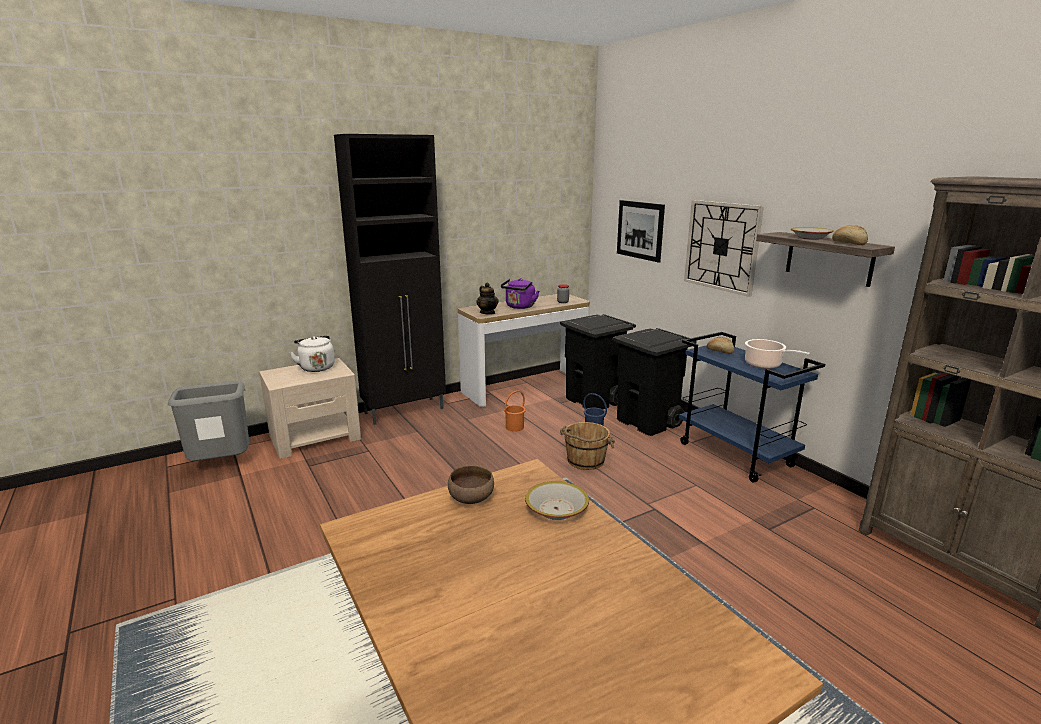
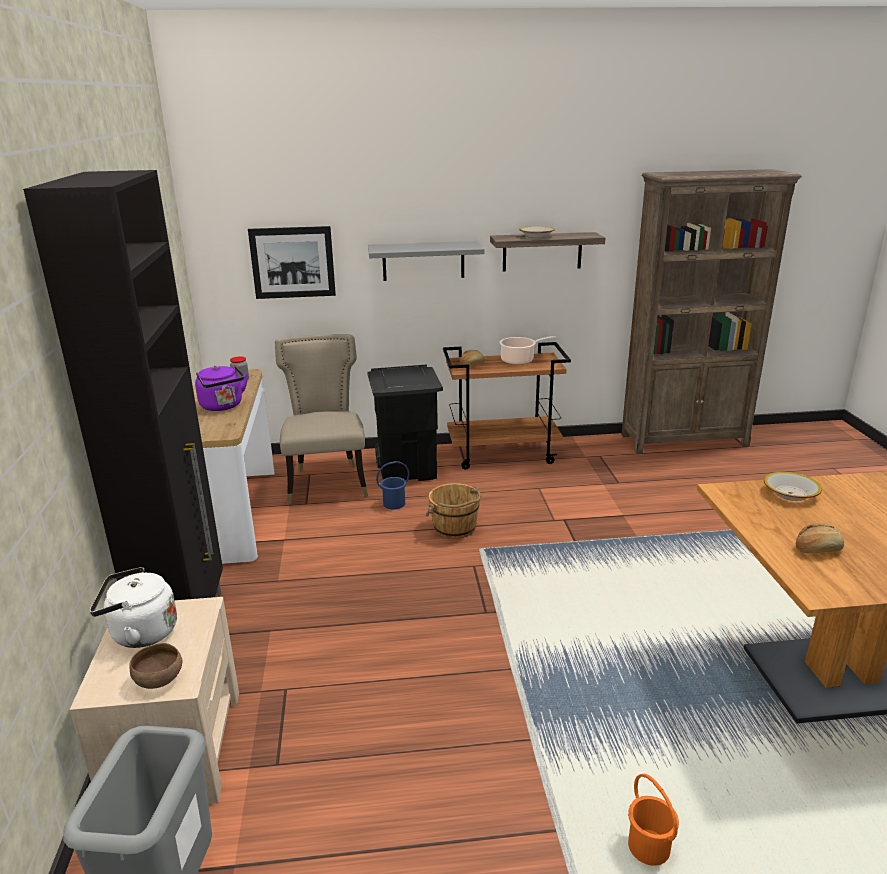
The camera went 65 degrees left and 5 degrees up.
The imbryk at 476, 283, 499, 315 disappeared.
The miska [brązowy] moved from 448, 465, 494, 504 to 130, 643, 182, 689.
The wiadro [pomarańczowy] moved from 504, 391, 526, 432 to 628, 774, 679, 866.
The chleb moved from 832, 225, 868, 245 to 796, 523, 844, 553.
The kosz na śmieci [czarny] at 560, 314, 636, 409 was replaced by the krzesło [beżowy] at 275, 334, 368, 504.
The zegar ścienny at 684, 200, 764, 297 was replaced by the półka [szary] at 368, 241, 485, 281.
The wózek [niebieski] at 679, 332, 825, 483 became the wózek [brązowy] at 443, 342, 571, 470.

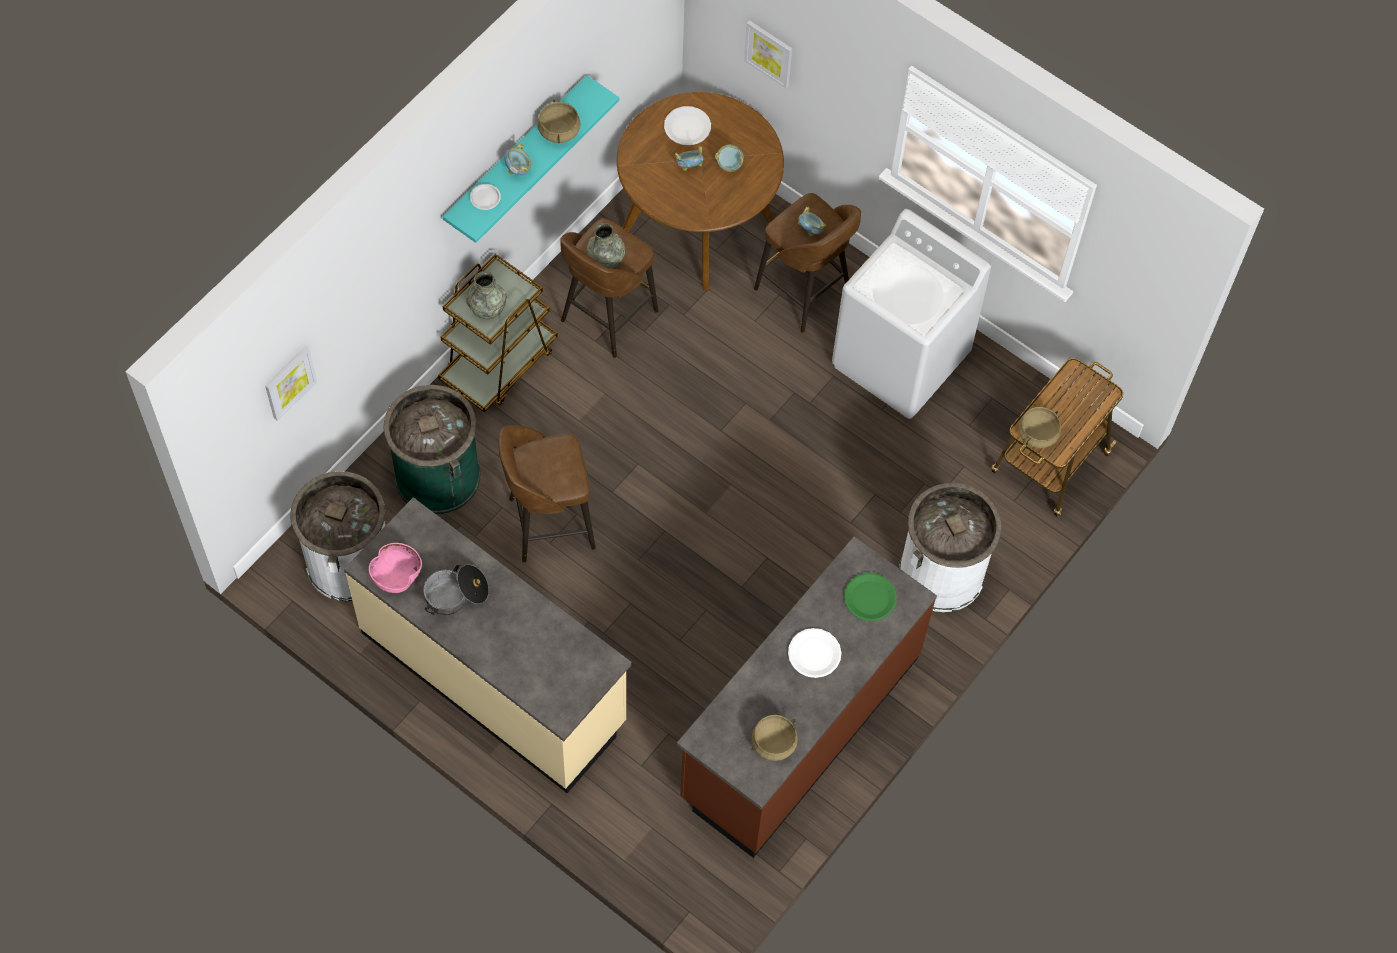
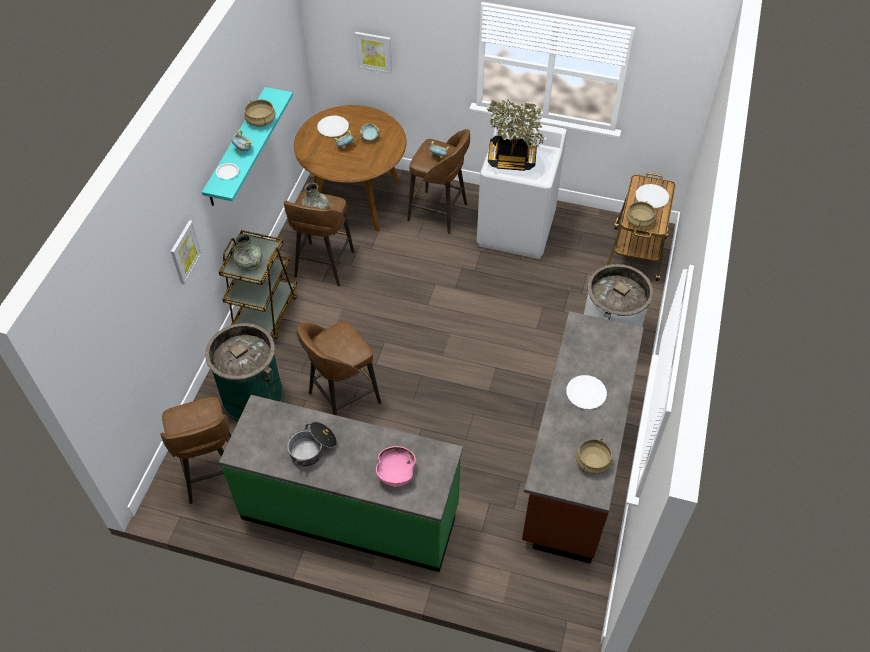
The camera went 20 degrees left and 10 degrees down.
The talerz [zielony] at 844, 573, 897, 621 disappeared.
The roślina doniczkowa at 487, 99, 544, 171 appeared.
The talerz [biały] at 636, 184, 669, 208 appeared.
The obraz moved from 265, 346, 317, 421 to 171, 220, 202, 285.
The miska [różowy] moved from 369, 543, 422, 593 to 376, 446, 416, 487.
The kosz na śmieci [biały] at 290, 471, 385, 601 was replaced by the stołek [brązowy] at 160, 397, 231, 504.
The zabudowa kuchenna [beżowy] at 344, 497, 632, 793 became the zabudowa kuchenna [zielony] at 219, 395, 463, 572.

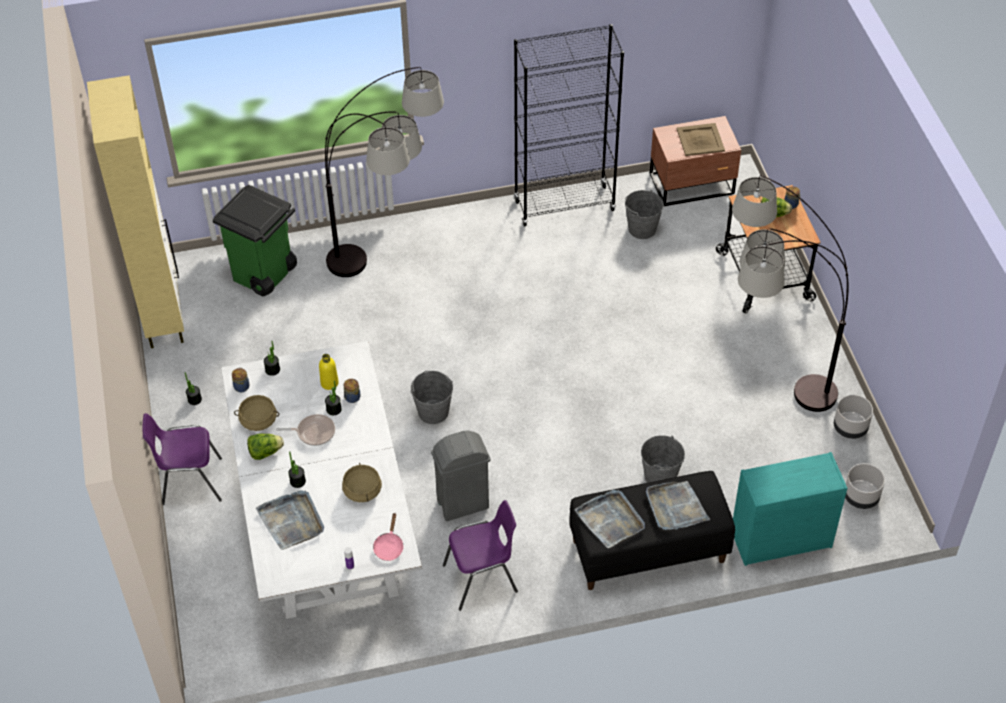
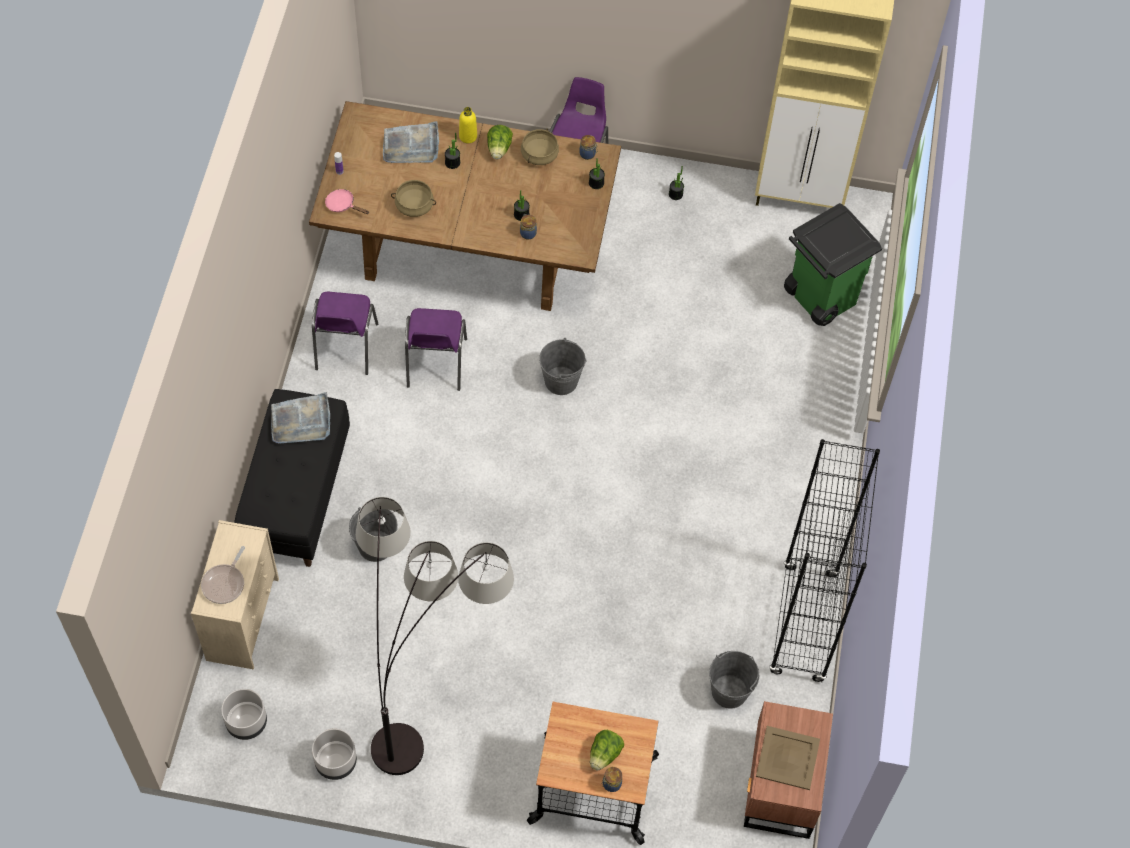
The camera went 110 degrees right and 10 degrees up.
The lampa stojąca at 325, 67, 444, 277 disappeared.
The taca [szary] at 646, 481, 710, 530 disappeared.
The patelnia moved from 276, 414, 335, 446 to 201, 546, 245, 604.
The butelka [żółty] moved from 319, 354, 339, 390 to 459, 107, 477, 143.
The kosz na śmieci [szary] at 431, 431, 490, 521 was replaced by the krzesło [fioletowy] at 405, 308, 467, 391.
The stół jadalny [biały] at 221, 341, 422, 619 became the stół jadalny [brązowy] at 309, 101, 621, 311.
The komoda [turkusowy] at 733, 452, 847, 566 became the komoda [beżowy] at 191, 520, 279, 669.

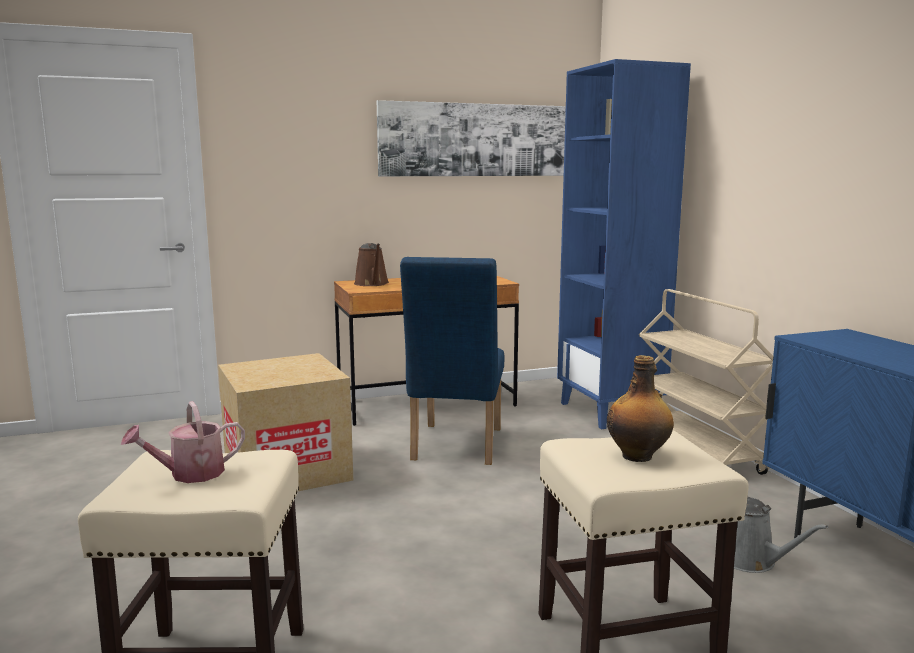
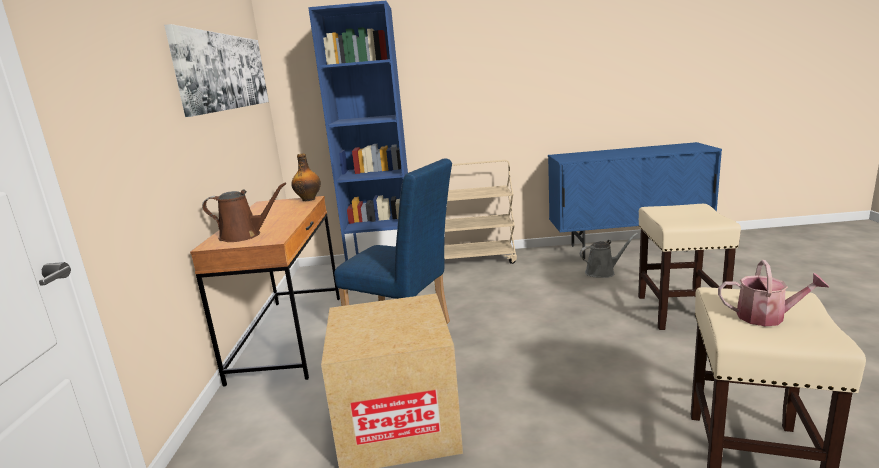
The camera went 70 degrees left and 5 degrees up.
The butelka moved from 607, 355, 674, 462 to 291, 153, 321, 201.
The konewka at 121, 401, 245, 483 turned 60 degrees counterclockwise.

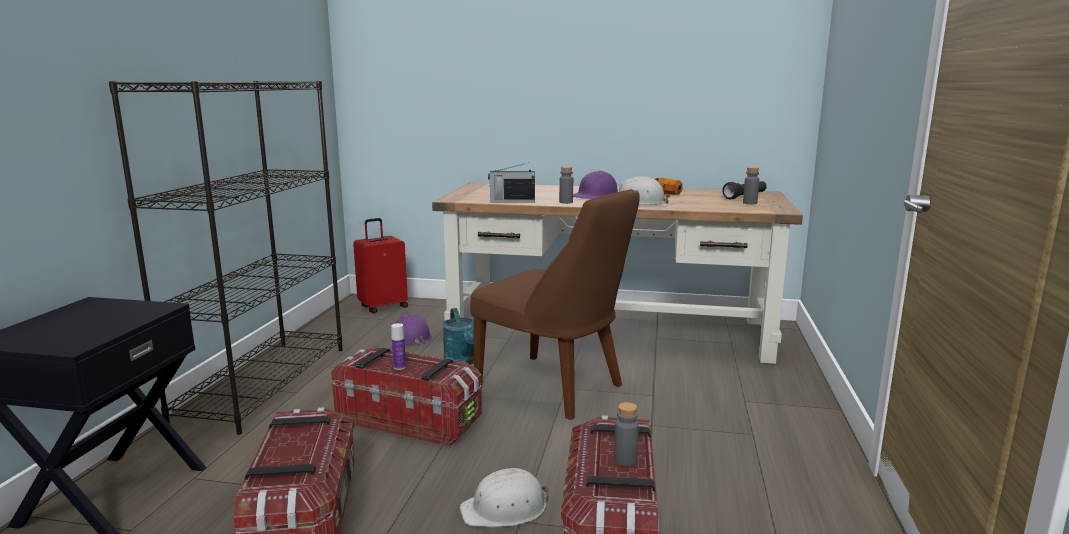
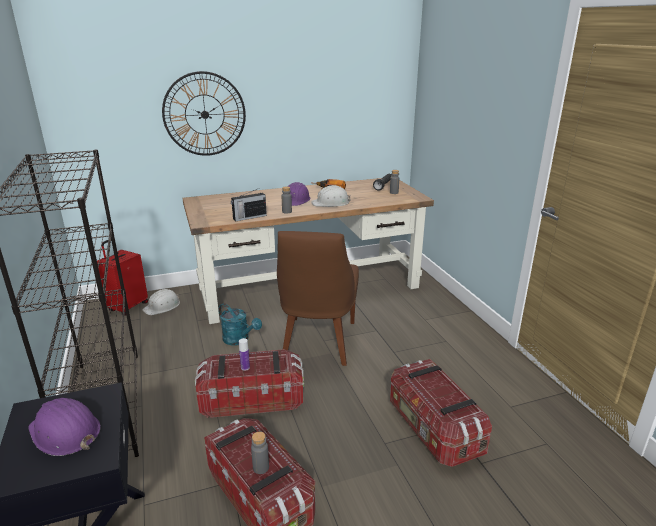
The camera went 30 degrees left and 10 degrees up.
The zegar ścienny at 162, 71, 246, 156 appeared.
The kask [fioletowy] moved from 396, 313, 432, 346 to 28, 398, 101, 456.
The kask [biały] moved from 460, 468, 549, 527 to 142, 289, 180, 315.
The butelka [szary] moved from 614, 402, 639, 466 to 251, 432, 269, 474.
The krzesło [brązowy] at 470, 189, 640, 420 turned 90 degrees clockwise.

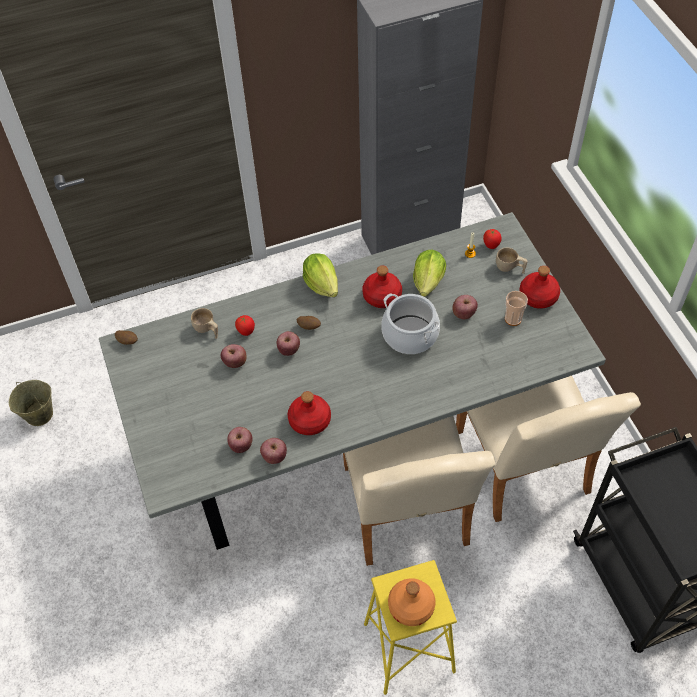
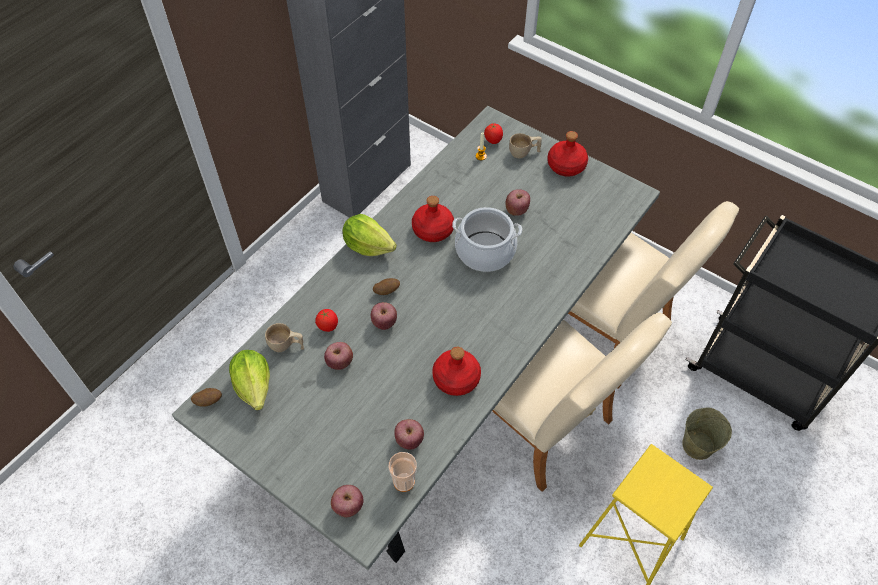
The camera went 35 degrees left and 0 degrees up.
The butelka [pomarańczowy] at 388, 578, 435, 626 disappeared.
The wiadro [beżowy] moved from 9, 380, 53, 426 to 682, 407, 732, 460.
The jabłko moved from 260, 438, 287, 464 to 331, 485, 363, 517.
The sałata moved from 413, 249, 446, 297 to 229, 350, 270, 410.
The filiżanka moved from 505, 291, 528, 326 to 388, 452, 417, 492.

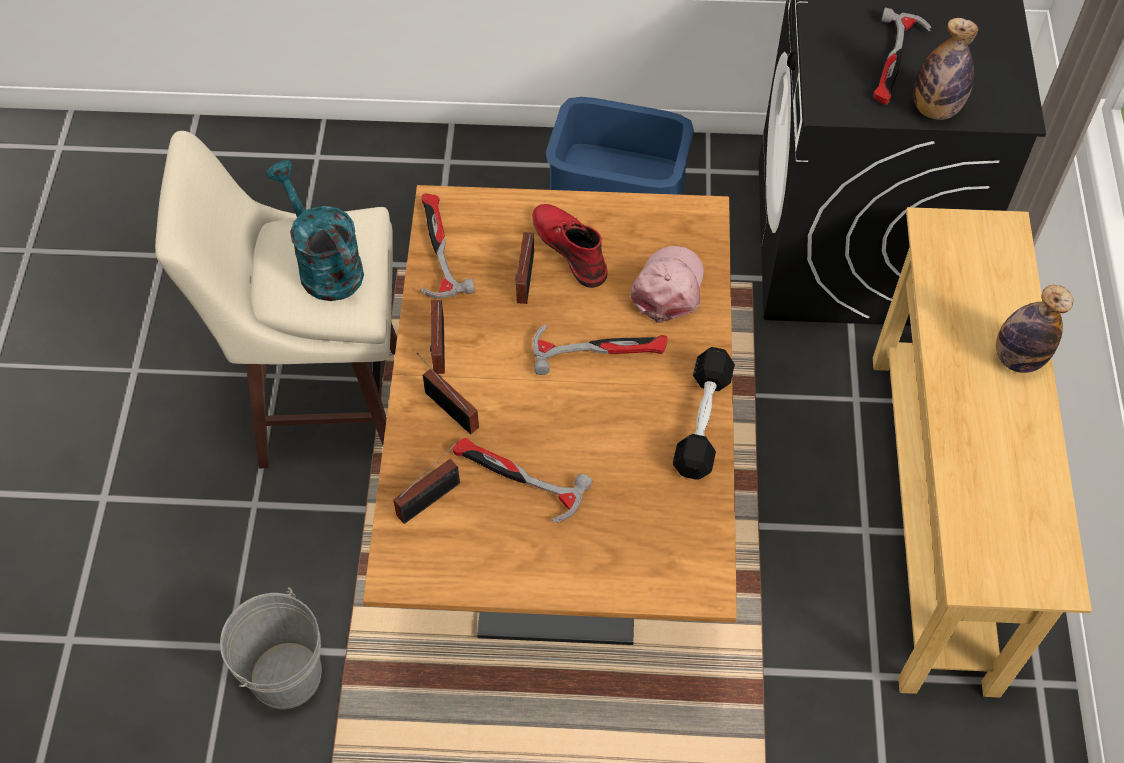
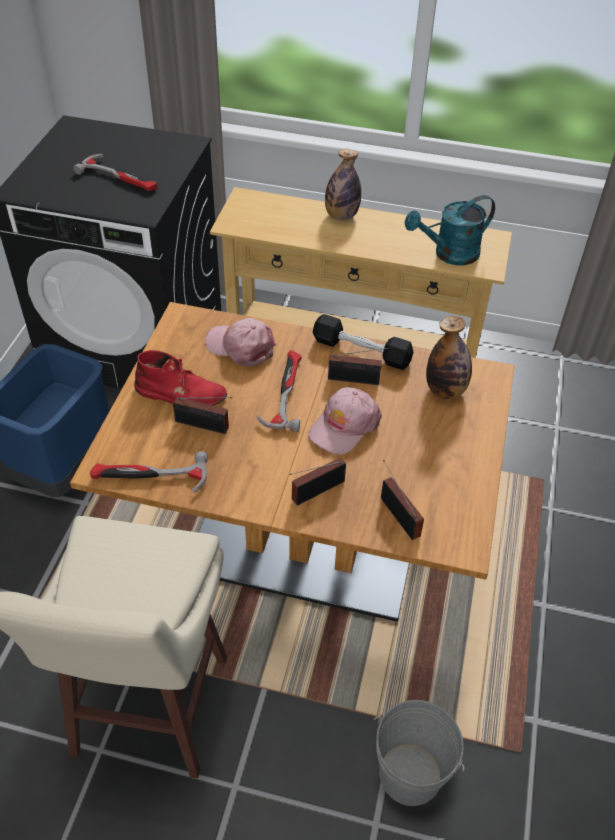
The camera went 80 degrees left and 10 degrees down.
The młotek at 453, 438, 593, 523 disappeared.
The czapka z daszkiem [różowy] at 308, 387, 382, 455 appeared.
The konewka [turkusowy] moved from 266, 160, 364, 301 to 405, 195, 495, 265.
The radio moved from 430, 300, 445, 374 to 328, 348, 390, 385.
The butelka moved from 913, 18, 978, 120 to 426, 316, 472, 399.
The but z cholewką [czerwony] at 532, 204, 608, 288 turned 150 degrees counterclockwise.

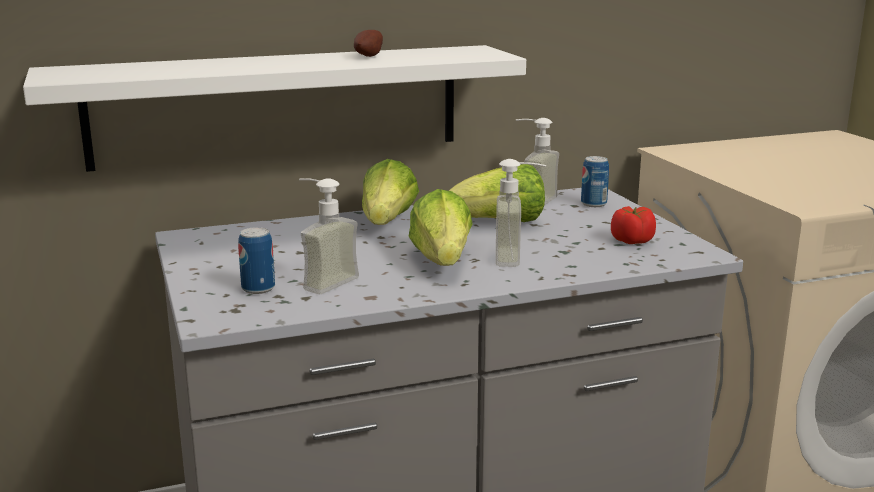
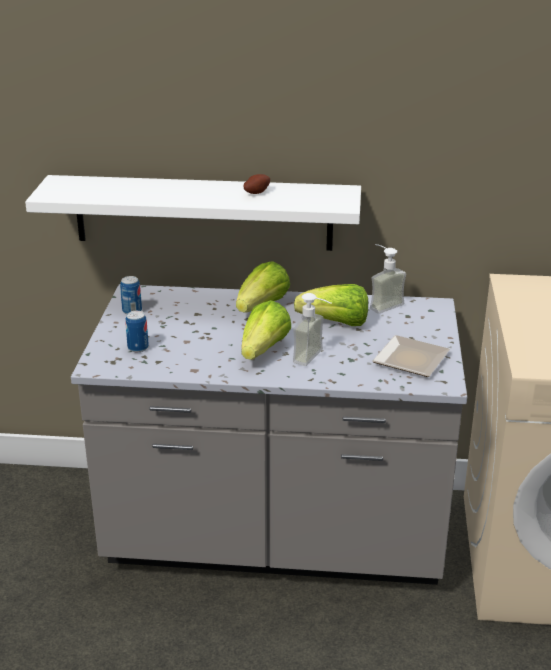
The camera went 25 degrees right and 10 degrees up.
The dozownik mydła at 299, 178, 359, 294 disappeared.
The puszka moved from 581, 156, 609, 207 to 120, 276, 142, 314.
The pomidor at 611, 206, 656, 244 was replaced by the talerz at 372, 335, 450, 377.

